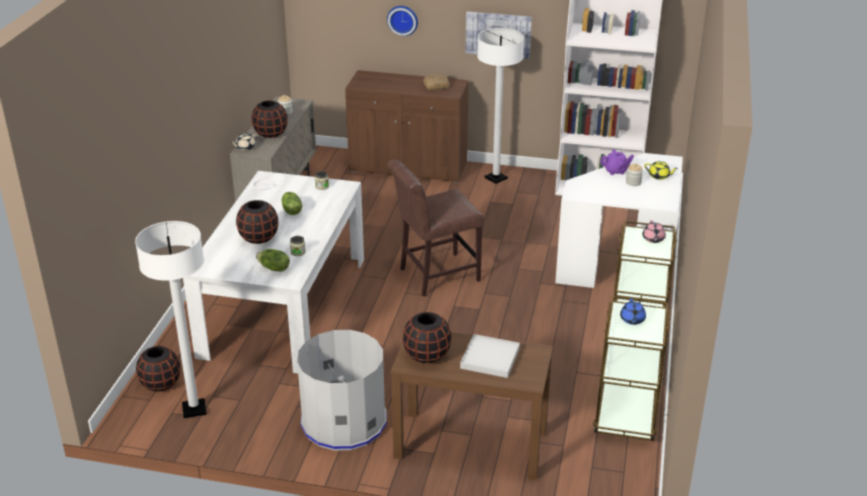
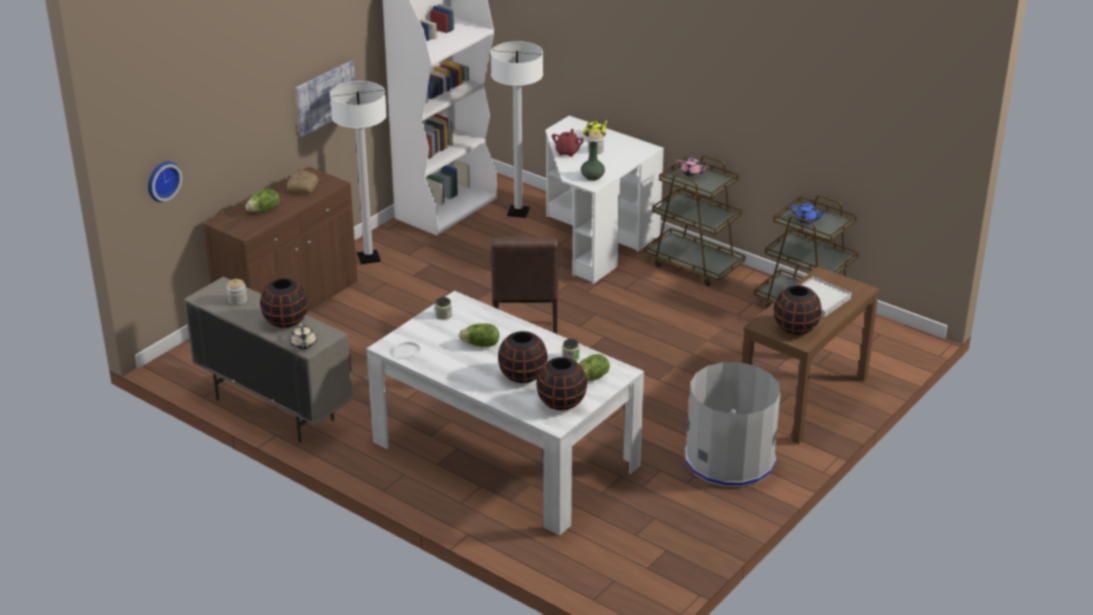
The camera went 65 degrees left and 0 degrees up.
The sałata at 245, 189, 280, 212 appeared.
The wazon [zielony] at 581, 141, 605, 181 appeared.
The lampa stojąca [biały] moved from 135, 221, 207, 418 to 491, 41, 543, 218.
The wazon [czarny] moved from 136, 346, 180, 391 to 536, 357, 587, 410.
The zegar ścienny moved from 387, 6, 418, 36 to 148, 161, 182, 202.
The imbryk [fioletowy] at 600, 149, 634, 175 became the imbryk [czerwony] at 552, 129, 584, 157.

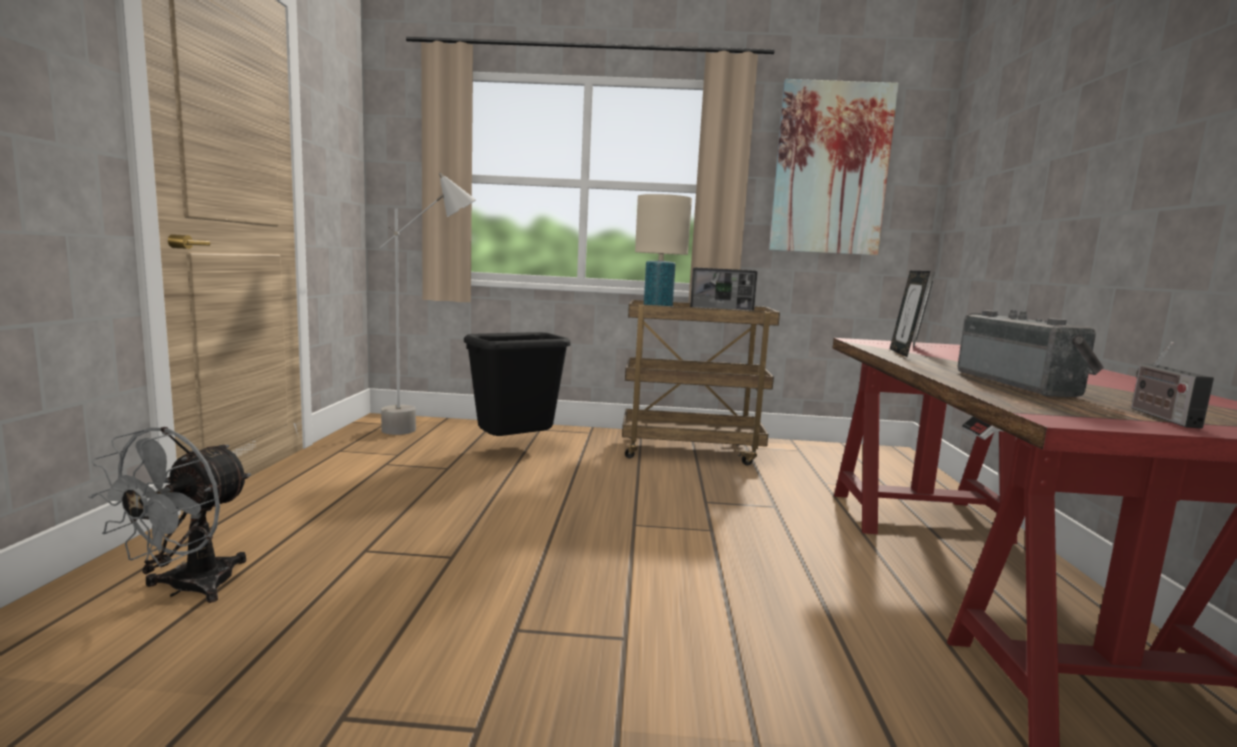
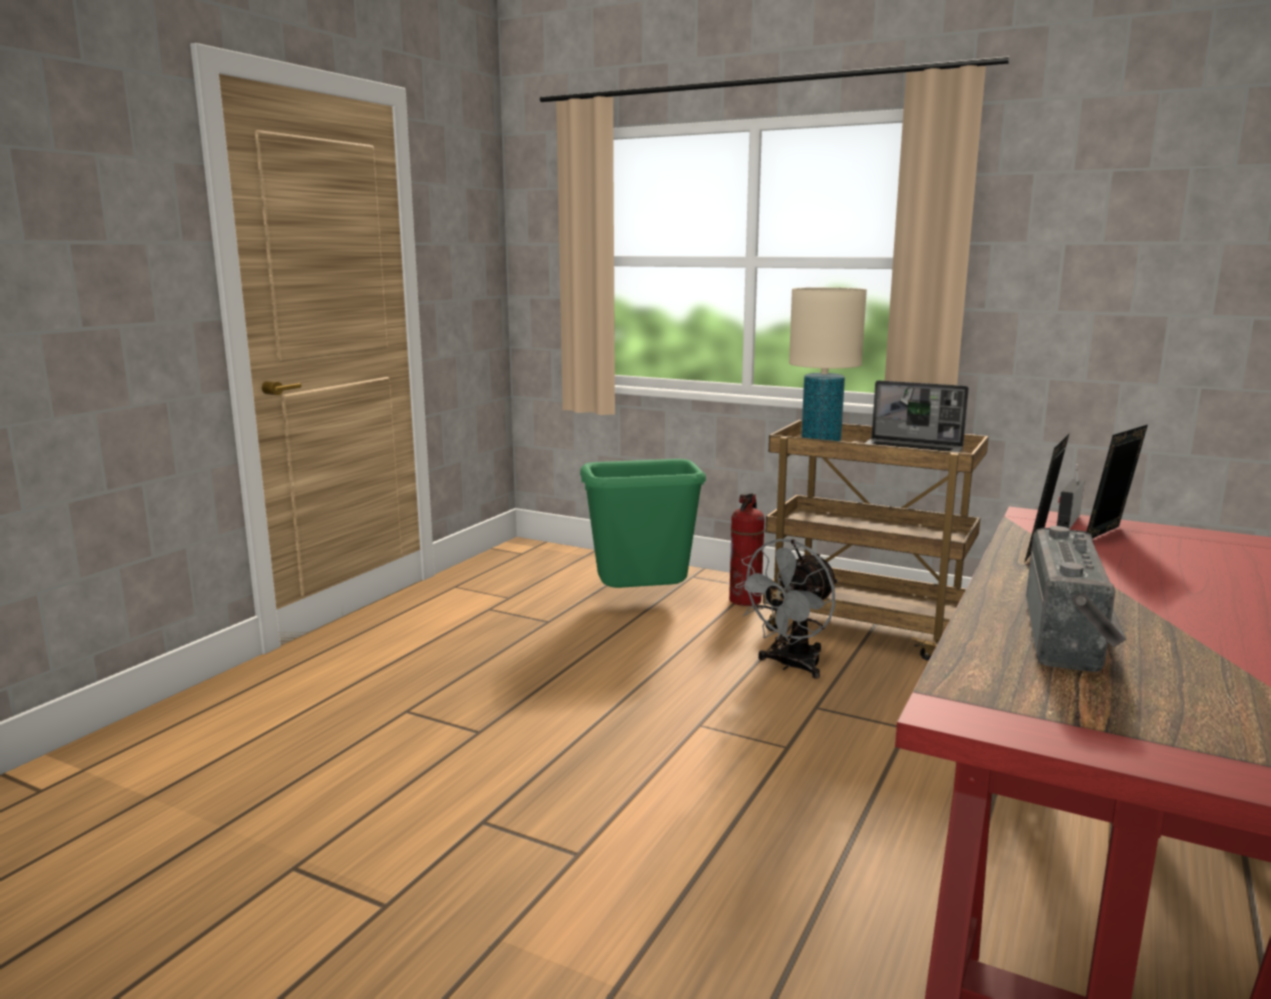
The camera went 25 degrees right and 5 degrees up.
The lampa stojąca [szary] at 380, 172, 476, 435 disappeared.
The obraz at 769, 79, 899, 255 disappeared.
The gaśnica at 729, 493, 765, 606 appeared.
The wentylator [szary] moved from 88, 427, 251, 603 to 735, 539, 838, 679.
The radio moved from 1131, 342, 1214, 429 to 1057, 464, 1085, 529.
The kosz na śmieci [czarny] at 464, 332, 571, 436 became the kosz na śmieci [zielony] at 580, 459, 706, 588.

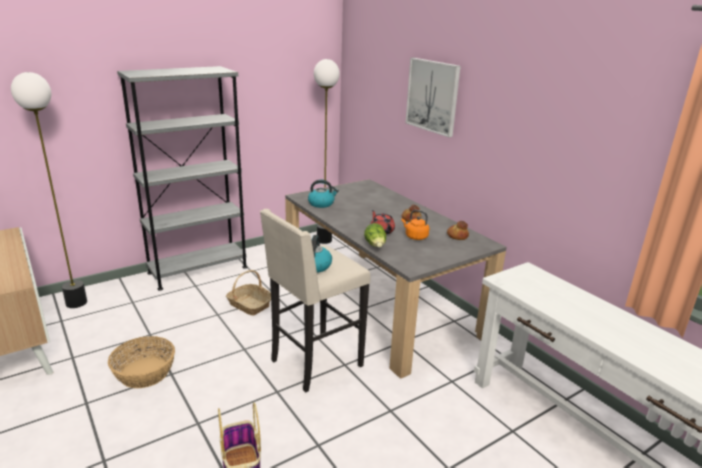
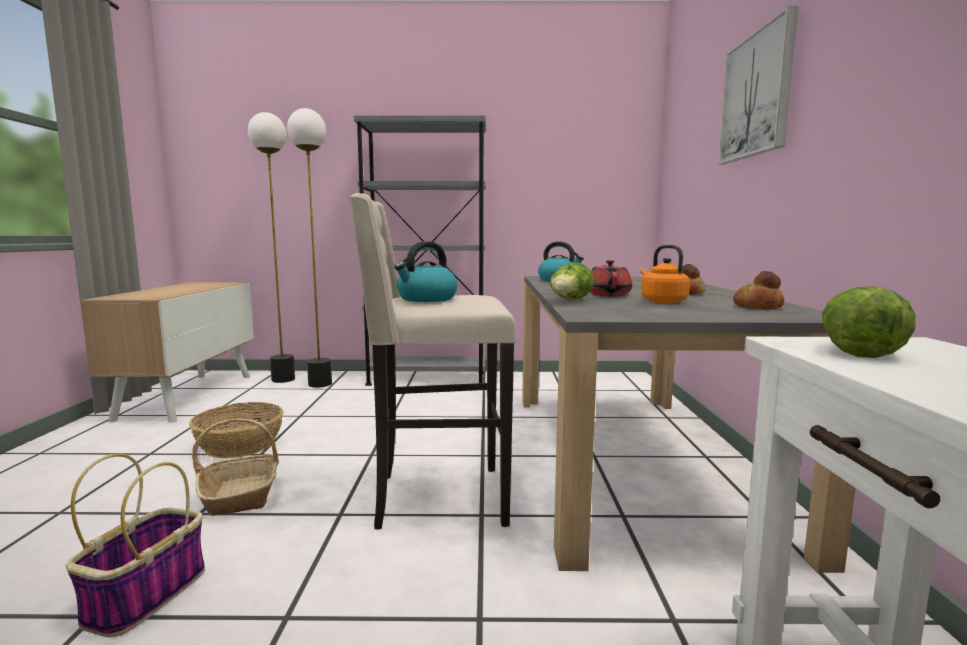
The camera went 35 degrees right and 15 degrees down.
The sałata at 822, 286, 916, 358 appeared.
The koszyk moved from 226, 270, 271, 315 to 192, 419, 279, 516.
The lampa stojąca moved from 314, 59, 340, 244 to 287, 108, 332, 388.

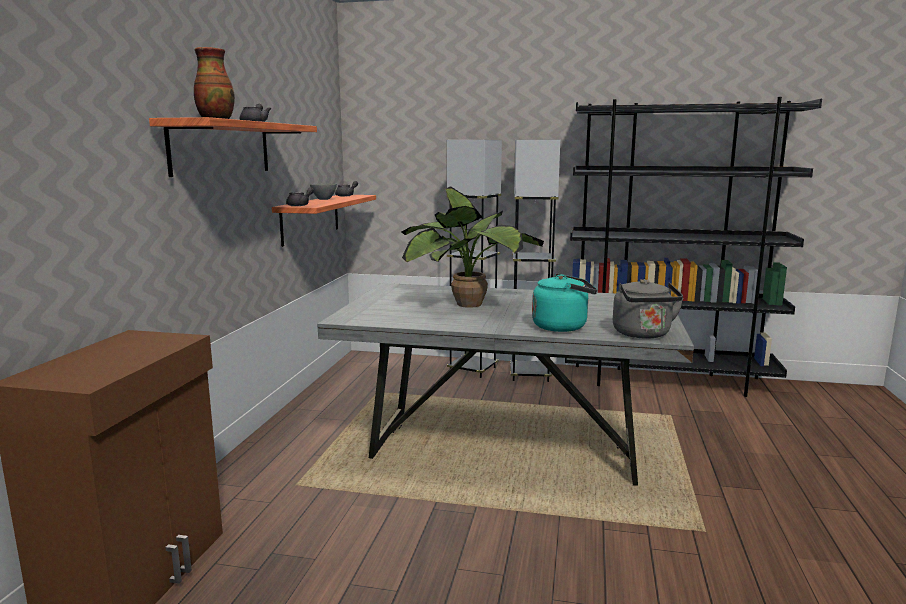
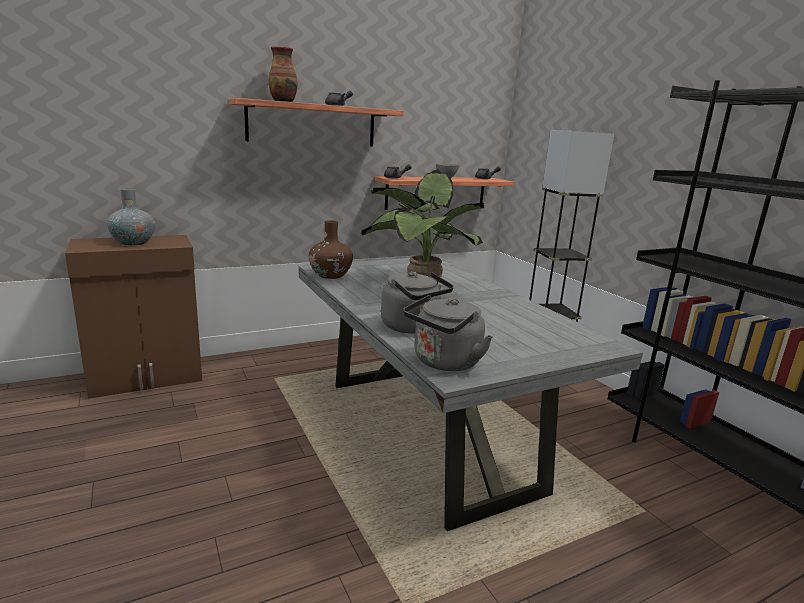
The camera went 50 degrees right and 5 degrees up.
The lampa stojąca [szary] at 510, 139, 560, 382 disappeared.
The wazon [szary] at 107, 188, 155, 245 appeared.
The wazon [brązowy] at 309, 220, 353, 279 appeared.
The czajnik [turkusowy] at 532, 273, 597, 332 became the czajnik [szary] at 381, 271, 454, 334.

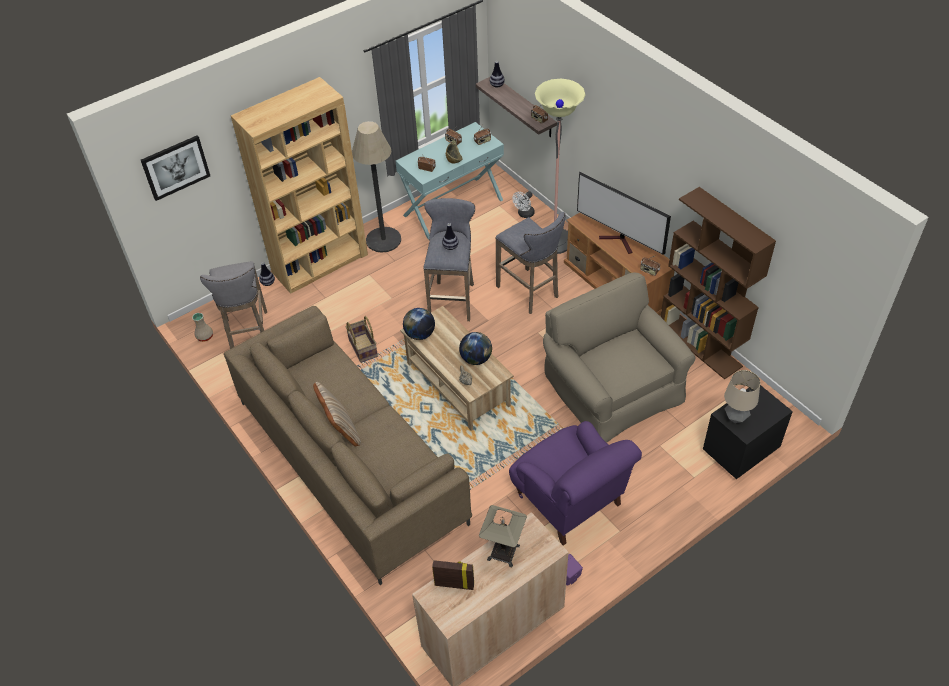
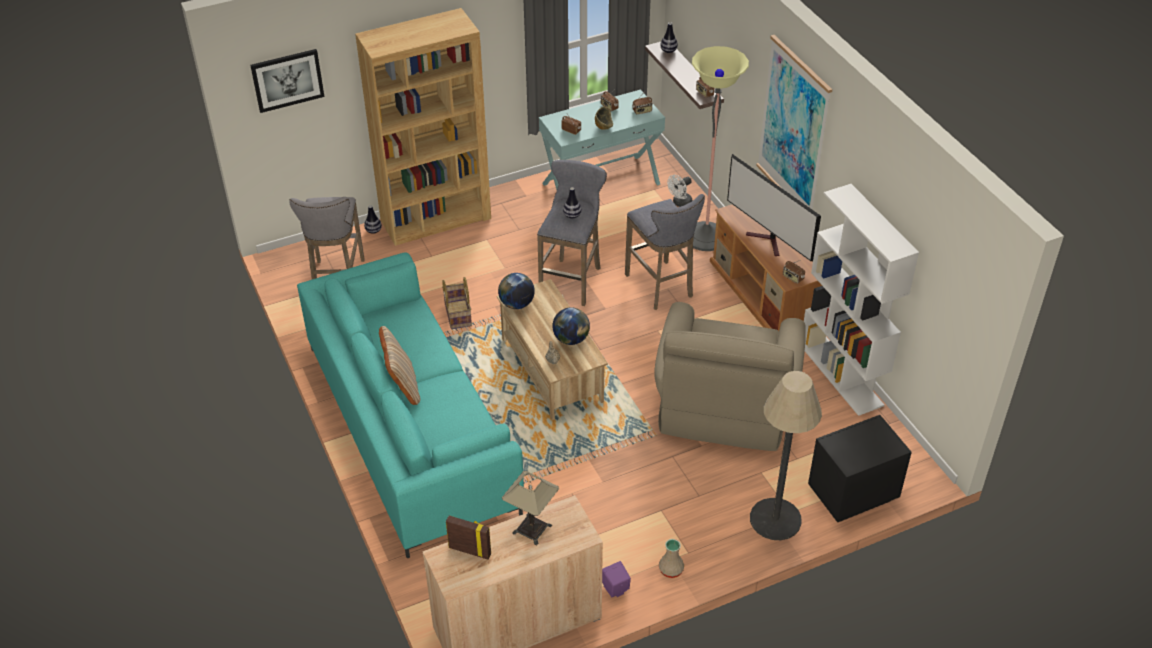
The camera went 10 degrees right and 5 degrees down.
The fotel [fioletowy] at 509, 421, 642, 545 disappeared.
The lampa stołowa at 724, 370, 760, 423 disappeared.
The obraz at 756, 35, 832, 210 appeared.
The wazon [beżowy] moved from 192, 312, 213, 342 to 659, 539, 684, 578.
The lampa stojąca moved from 352, 121, 401, 253 to 750, 371, 822, 540.
The kanapa [brązowy] at 224, 306, 472, 585 became the kanapa [turkusowy] at 297, 253, 524, 558.
The regał [brązowy] at 660, 187, 776, 379 became the regał [biały] at 804, 184, 919, 416.
The fotel [beżowy] at 543, 272, 696, 443 turned 150 degrees counterclockwise.

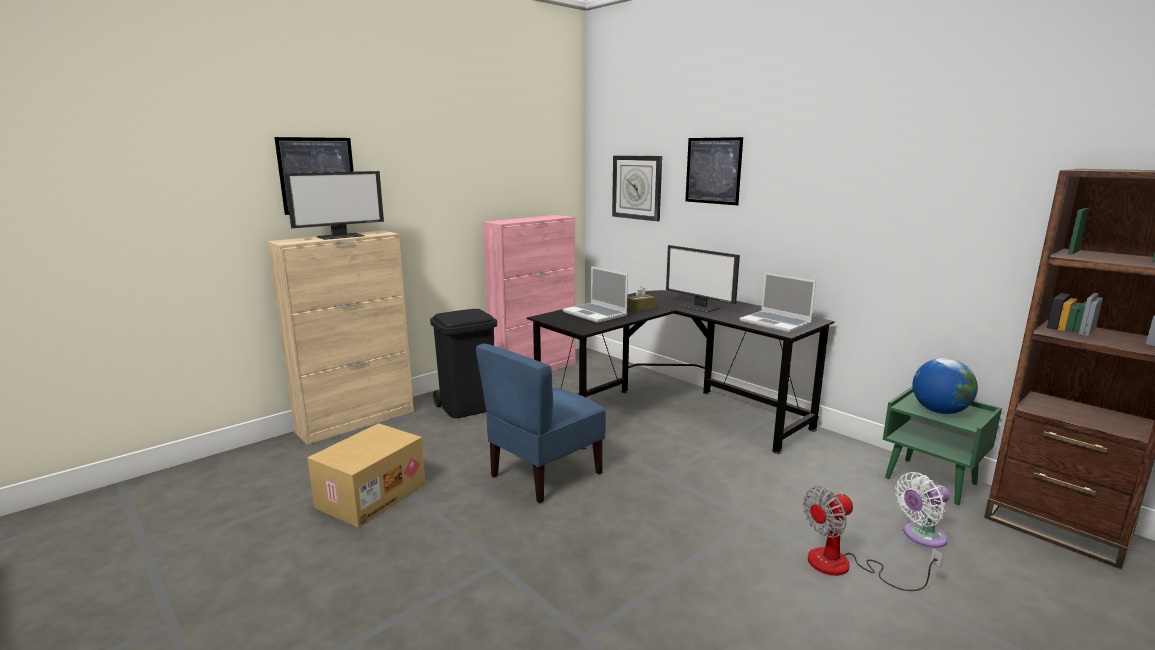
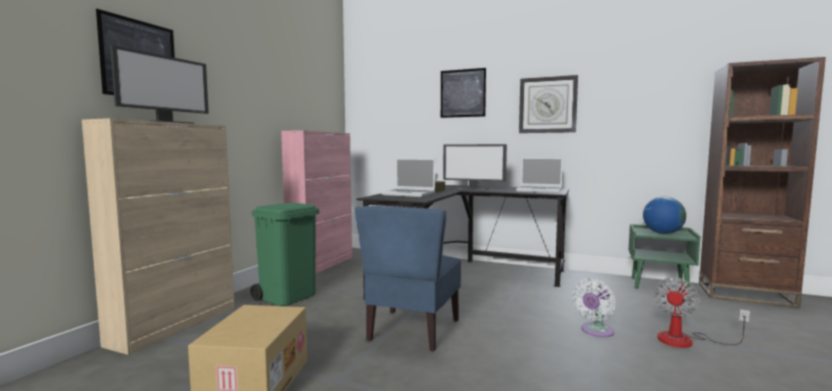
The camera went 25 degrees left and 10 degrees down.
The zegar ścienny moved from 612, 155, 662, 221 to 519, 75, 578, 133.
The wentylator [biały] moved from 895, 472, 950, 548 to 573, 278, 616, 337.
The kosz na śmieci [czarny] at 430, 309, 497, 418 became the kosz na śmieci [zielony] at 250, 203, 319, 306.

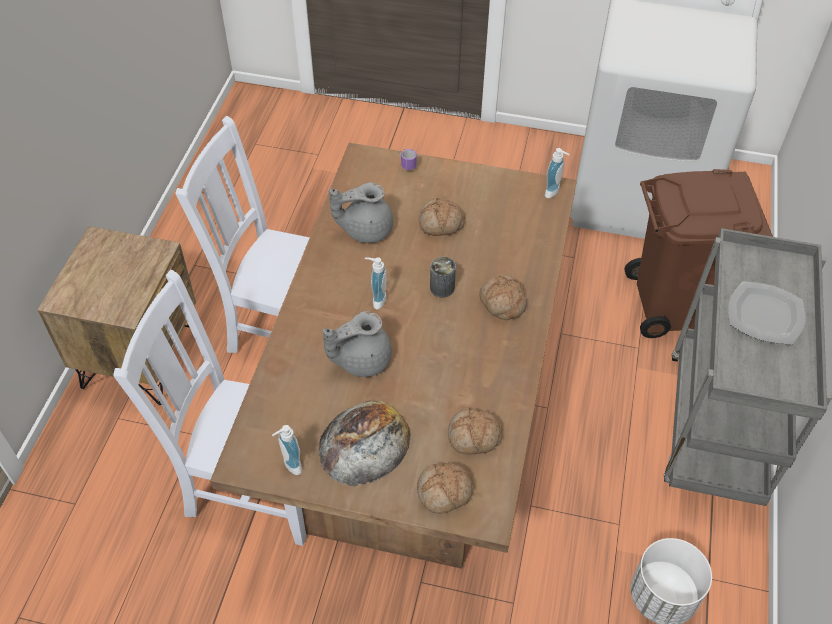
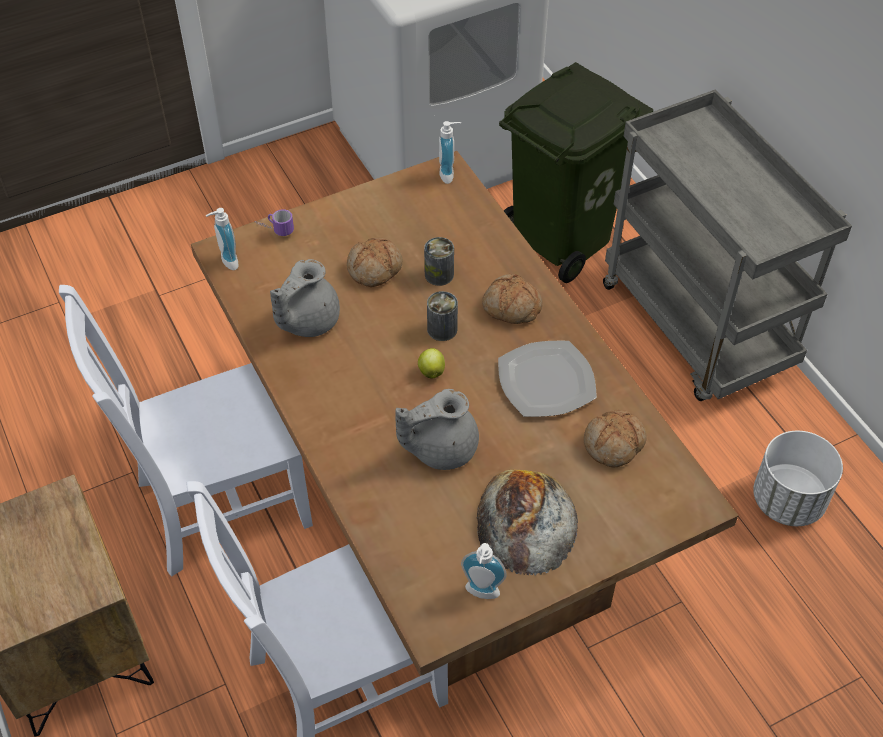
The camera went 40 degrees left and 0 degrees up.
The chleb at 417, 463, 474, 514 disappeared.
The jabłko at 418, 348, 445, 379 appeared.
The puszka at 424, 237, 454, 286 appeared.
The dozownik mydła moved from 365, 257, 386, 310 to 206, 208, 238, 270.
The talerz moved from 728, 282, 806, 345 to 498, 341, 597, 417.
The kosz na śmieci [brązowy] at 625, 169, 773, 338 became the kosz na śmieci [zielony] at 499, 62, 653, 283.
The imbryk [szary] at 323, 311, 392, 377 turned 45 degrees clockwise.

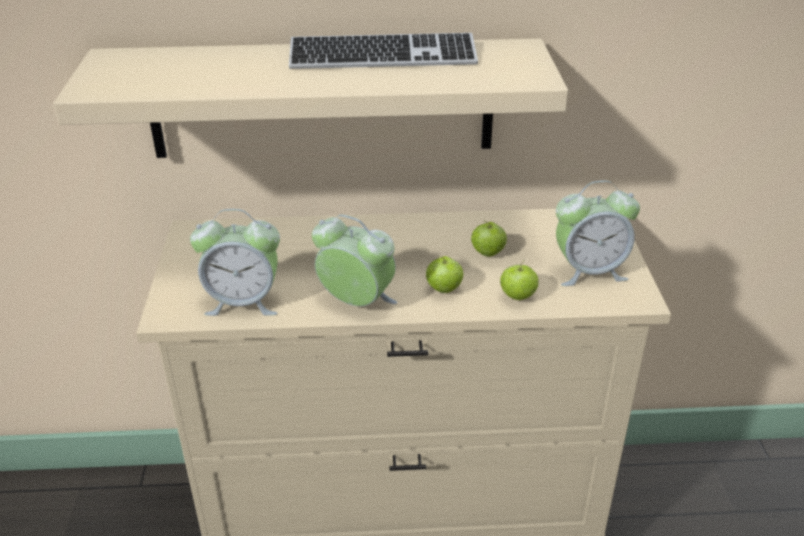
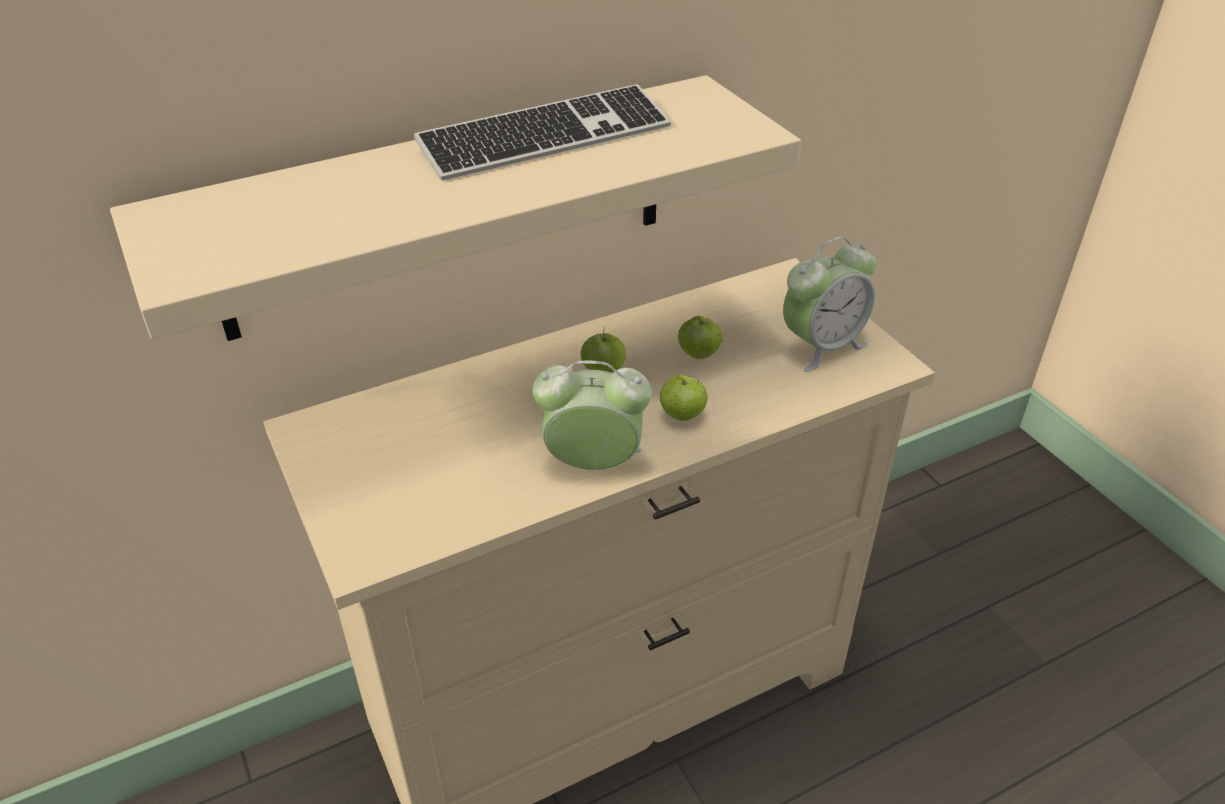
The camera went 25 degrees left and 5 degrees up.
The budzik at 190, 209, 280, 316 disappeared.
The jabłko moved from 500, 260, 539, 300 to 580, 327, 626, 373.

